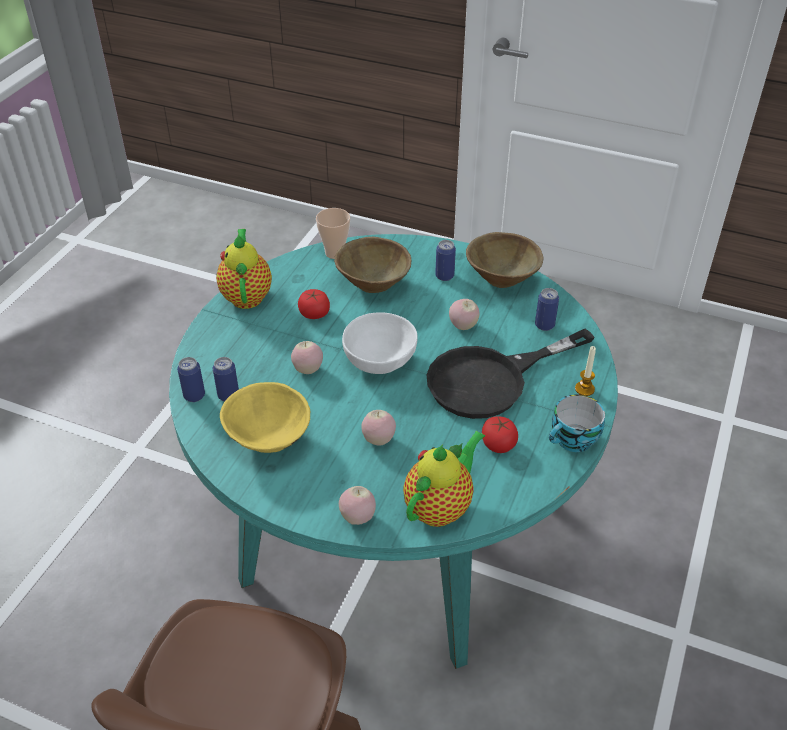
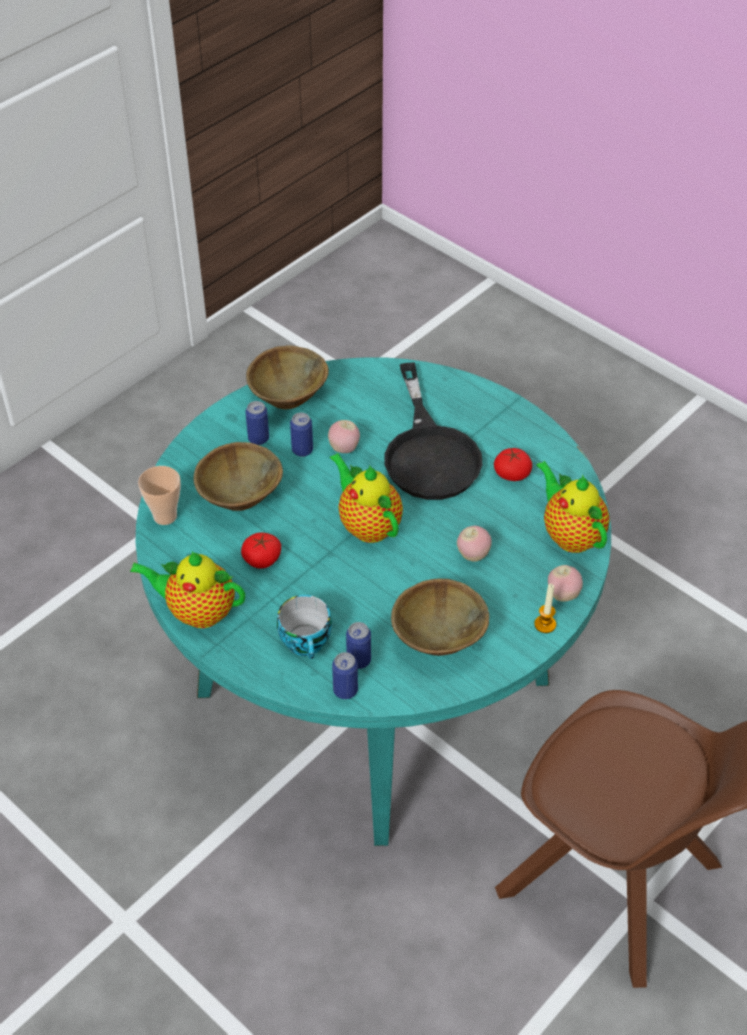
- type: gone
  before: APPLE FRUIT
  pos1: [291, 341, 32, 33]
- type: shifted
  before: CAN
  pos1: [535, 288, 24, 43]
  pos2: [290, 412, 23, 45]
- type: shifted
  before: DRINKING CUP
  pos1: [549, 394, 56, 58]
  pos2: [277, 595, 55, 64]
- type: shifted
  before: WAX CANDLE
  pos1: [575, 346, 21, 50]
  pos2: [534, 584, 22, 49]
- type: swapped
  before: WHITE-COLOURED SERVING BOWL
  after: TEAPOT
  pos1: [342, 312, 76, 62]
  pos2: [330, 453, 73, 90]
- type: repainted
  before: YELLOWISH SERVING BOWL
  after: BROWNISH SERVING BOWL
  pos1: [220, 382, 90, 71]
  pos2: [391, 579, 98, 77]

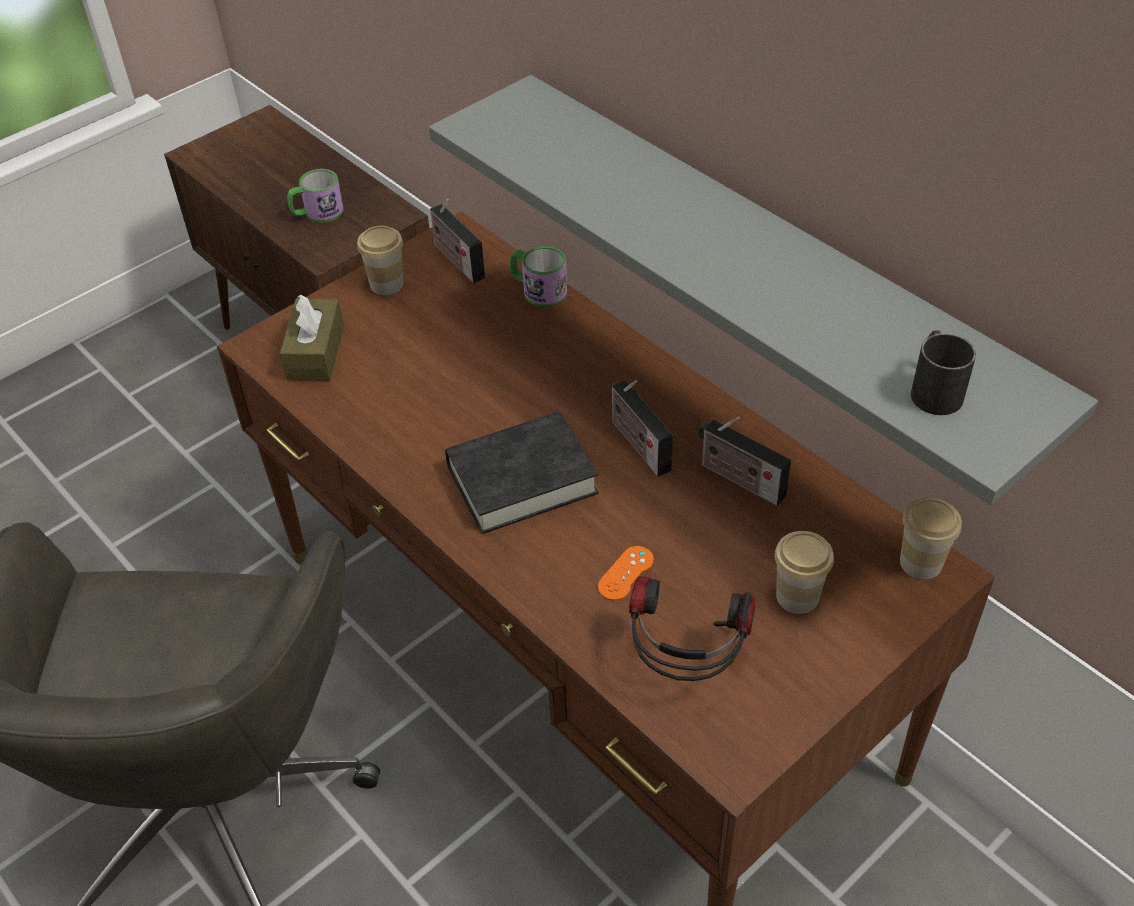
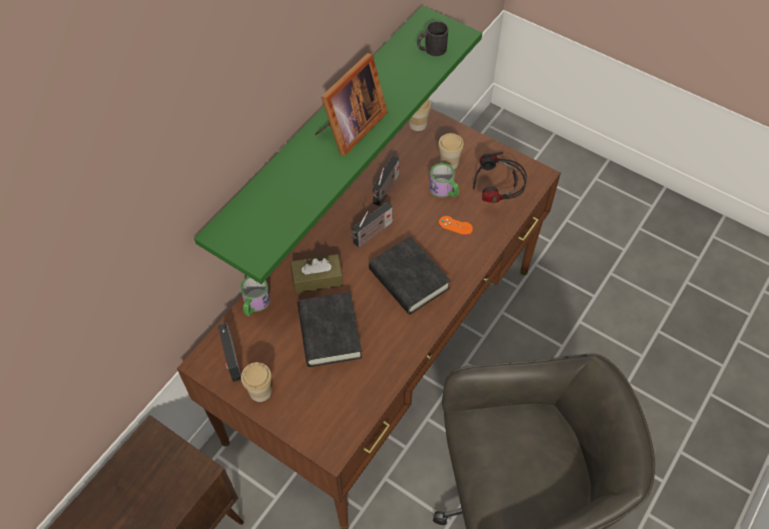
- type: new
  after: BLACK-COLOURED BOUND BOOK
  pos2: [297, 292, 65, 75]
- type: new
  after: PICTURE FRAME
  pos2: [315, 53, 73, 103]
- type: shifted
  before: BROWNISH BOX OF TISSUES
  pos1: [280, 294, 64, 87]
  pos2: [291, 254, 52, 40]
- type: shifted
  before: TEA MUG
  pos1: [287, 169, 57, 53]
  pos2: [429, 163, 30, 35]
- type: repainted
  before: GRAY BRACKET SHELF
  after: GREEN BRACKET SHELF
  pos1: [429, 75, 669, 430]
  pos2: [194, 6, 288, 278]
- type: rotated
  before: RADIO SET
  pos1: [430, 199, 55, 84]
  pos2: [218, 321, 23, 61]
  turn: 120

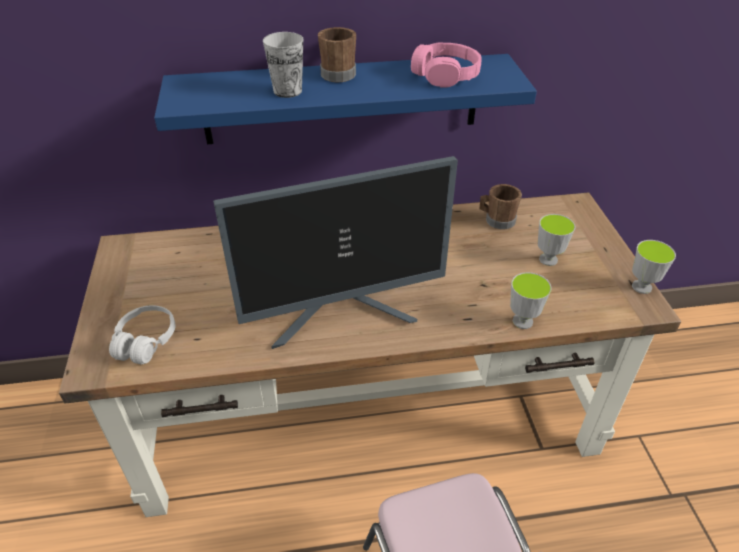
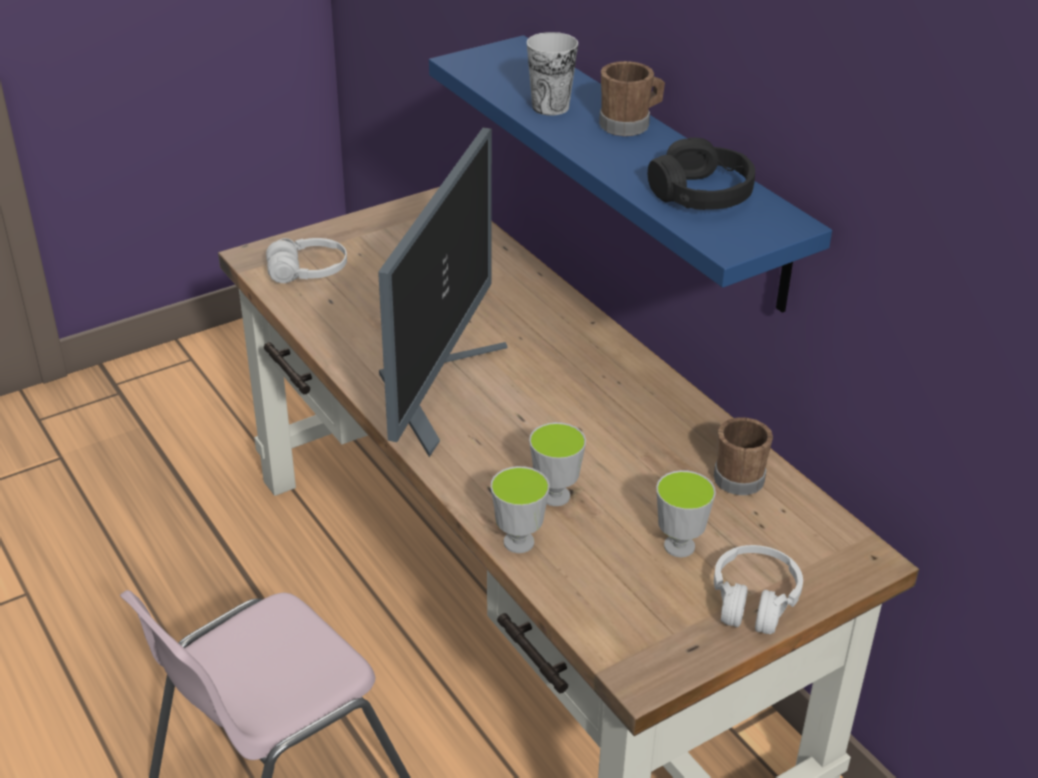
- type: new
  after: WHITE-COLOURED HEADPHONES
  pos2: [714, 545, 89, 89]
- type: shifted
  before: DRINKING CUP
  pos1: [632, 240, 44, 54]
  pos2: [529, 422, 57, 84]
- type: repainted
  before: PINKISH HEADPHONES
  after: BLACK-COLOURED HEADPHONES
  pos1: [411, 42, 71, 45]
  pos2: [648, 138, 107, 72]
- type: rotated
  before: COMPUTER DISPLAY
  pos1: [213, 156, 245, 193]
  pos2: [378, 127, 130, 330]
  turn: -120

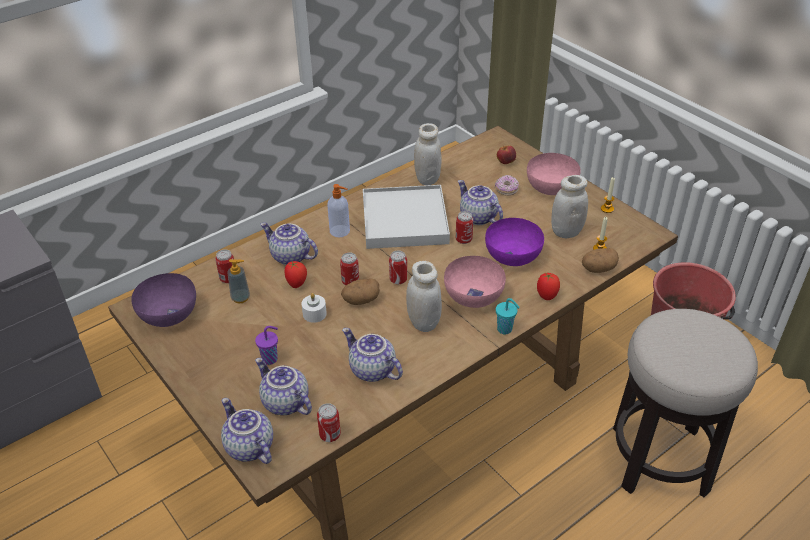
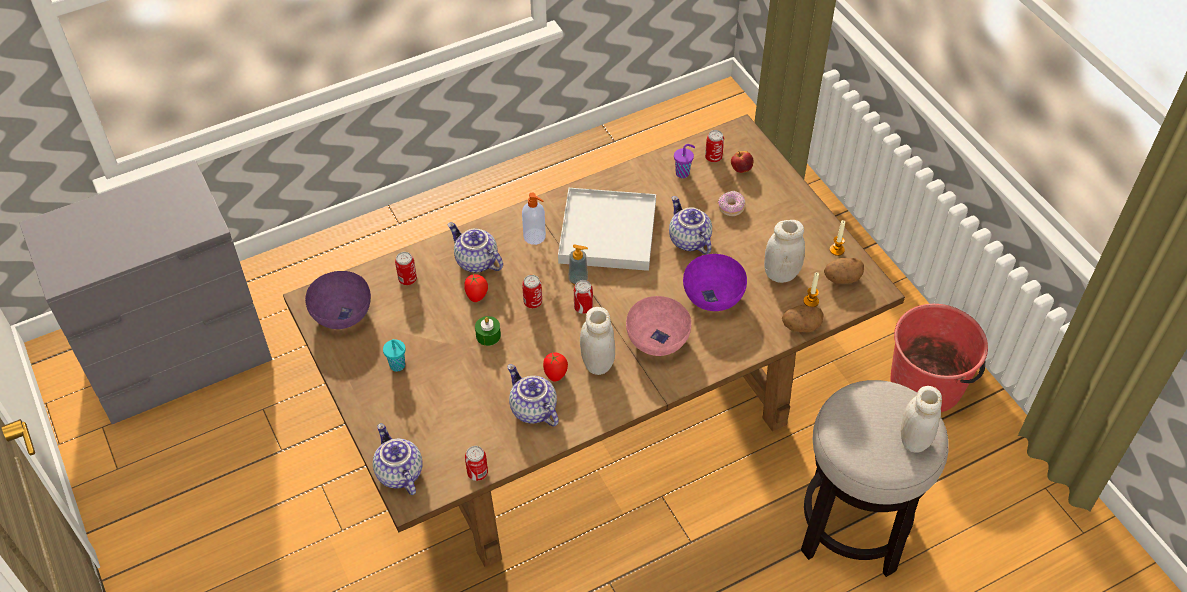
- type: gone
  before: TEAPOT
  pos1: [255, 358, 57, 57]
- type: gone
  before: PINKISH SERVING BOWL
  pos1: [527, 153, 53, 42]
- type: shifted
  before: SOAP BOTTLE
  pos1: [227, 259, 23, 44]
  pos2: [568, 244, 20, 41]
- type: shifted
  before: PURPLE DRINKING CUP
  pos1: [255, 326, 23, 39]
  pos2: [674, 144, 21, 34]
- type: shifted
  before: POTATO
  pos1: [341, 278, 39, 27]
  pos2: [824, 258, 40, 26]
- type: shifted
  before: WHITE-COLOURED JAR
  pos1: [414, 123, 27, 62]
  pos2: [901, 386, 41, 67]
- type: shifted
  before: CAN
  pos1: [456, 211, 17, 33]
  pos2: [705, 130, 19, 32]
- type: shifted
  before: TURQUOISE-COLOURED DRINKING CUP
  pos1: [496, 298, 24, 36]
  pos2: [383, 339, 23, 33]
- type: shifted
  before: TOMATO
  pos1: [537, 273, 23, 27]
  pos2: [543, 353, 25, 29]
- type: repainted
  before: WHITE-COLOURED WAX CANDLE
  after: GREEN WAX CANDLE
  pos1: [301, 293, 26, 30]
  pos2: [475, 316, 26, 30]

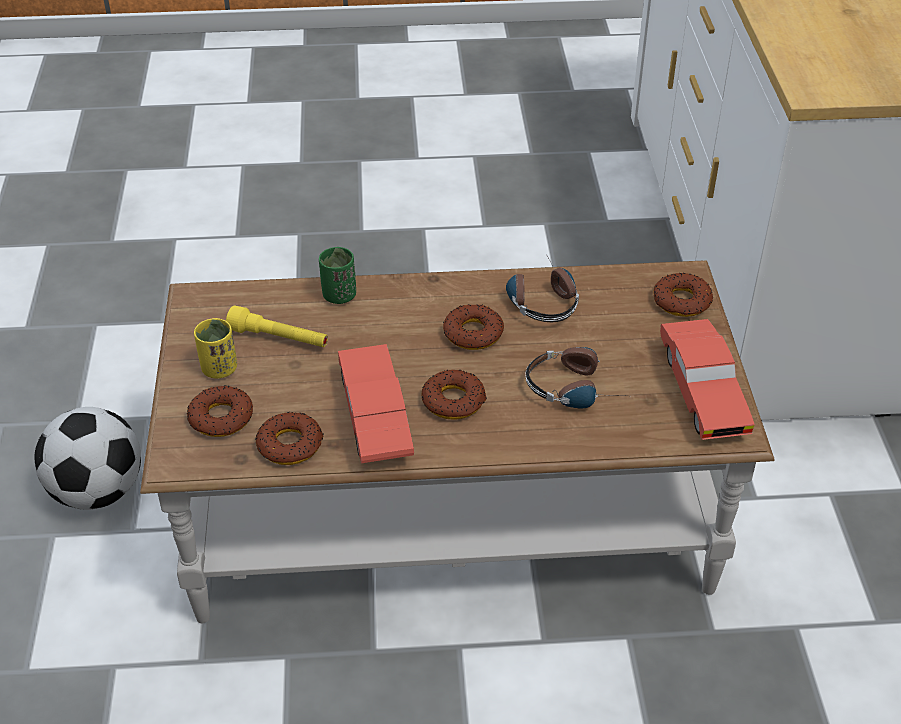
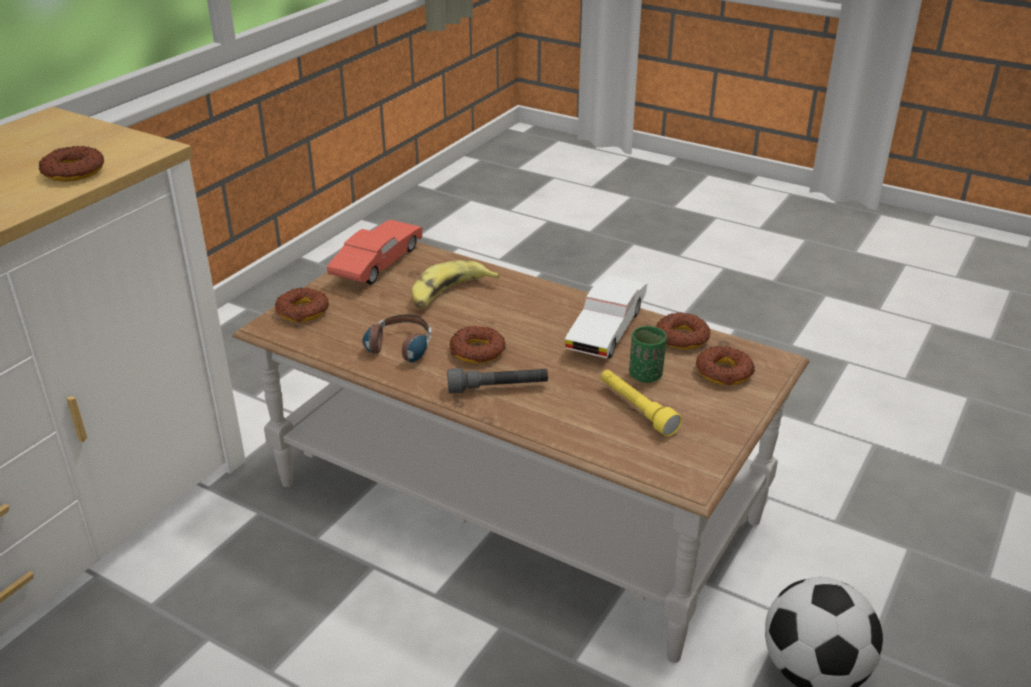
- type: gone
  before: YELLOWISH DRINKING CUP
  pos1: [194, 318, 43, 60]
- type: new
  after: GRAY TORCH
  pos2: [447, 368, 101, 25]
- type: shifted
  before: GREEN DRINKING CUP
  pos1: [319, 247, 37, 57]
  pos2: [629, 326, 38, 57]
- type: shifted
  before: RING DOUGHNUT
  pos1: [422, 370, 65, 50]
  pos2: [39, 146, 65, 36]
- type: swapped
  before: HEADPHONES
  after: BANANA FRUIT
  pos1: [525, 347, 99, 61]
  pos2: [412, 260, 88, 49]
- type: repainted
  before: REDDISH TOY CAR
  after: WHITE-COLOURED TOY CAR
  pos1: [338, 344, 76, 119]
  pos2: [565, 275, 82, 83]

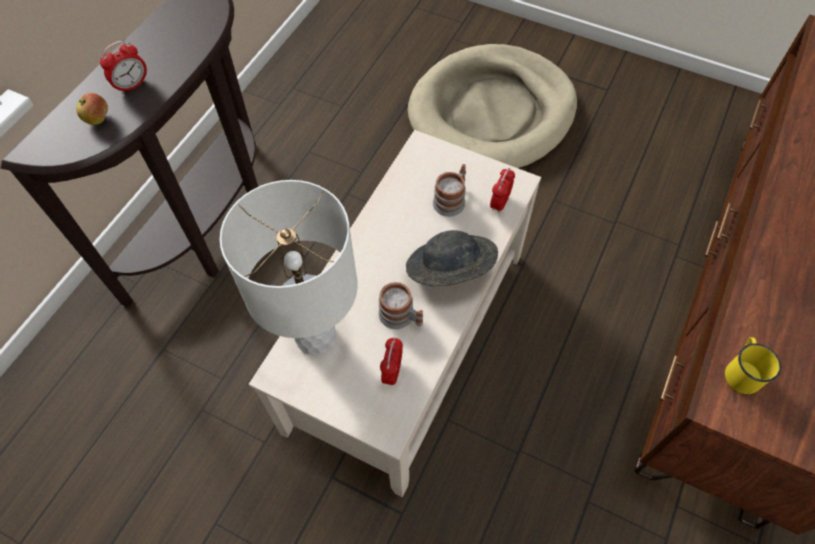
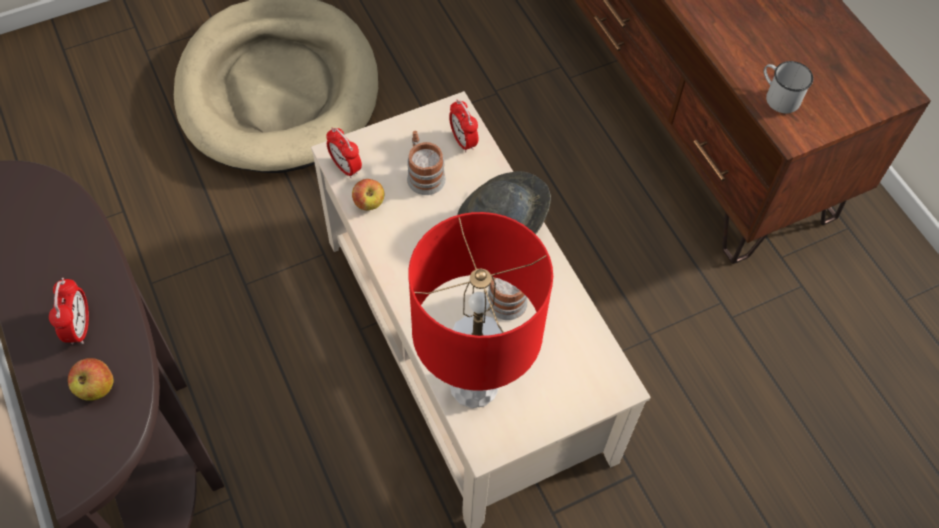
- type: new
  after: APPLE FRUIT
  pos2: [352, 179, 32, 31]
- type: shifted
  before: BEDSIDE CLOCK
  pos1: [380, 338, 23, 47]
  pos2: [326, 128, 36, 50]
- type: repainted
  before: WHITE-COLOURED TABLETOP LAMP
  after: REDDISH TABLETOP LAMP
  pos1: [220, 180, 138, 176]
  pos2: [408, 212, 145, 196]
- type: repainted
  before: YELLOWISH TEA MUG
  after: WHITE-COLOURED TEA MUG
  pos1: [725, 337, 56, 57]
  pos2: [764, 61, 49, 52]

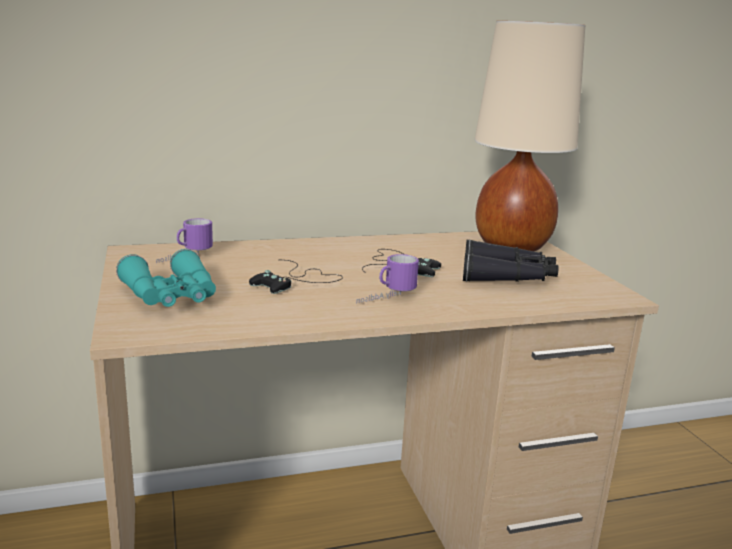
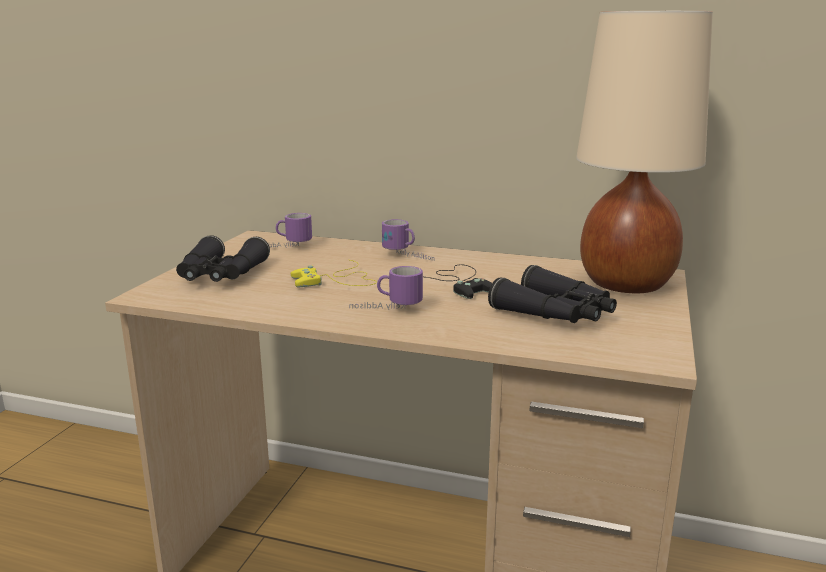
- type: new
  after: TEA MUG
  pos2: [382, 219, 53, 41]
- type: repainted
  before: TURQUOISE-COLOURED BINOCULARS
  after: BLACK-COLOURED BINOCULARS
  pos1: [116, 249, 100, 58]
  pos2: [176, 235, 94, 47]
- type: repainted
  before: BLACK-COLOURED GAME CONTROLLER
  after: YELLOWISH GAME CONTROLLER
  pos1: [249, 260, 94, 34]
  pos2: [291, 260, 86, 27]

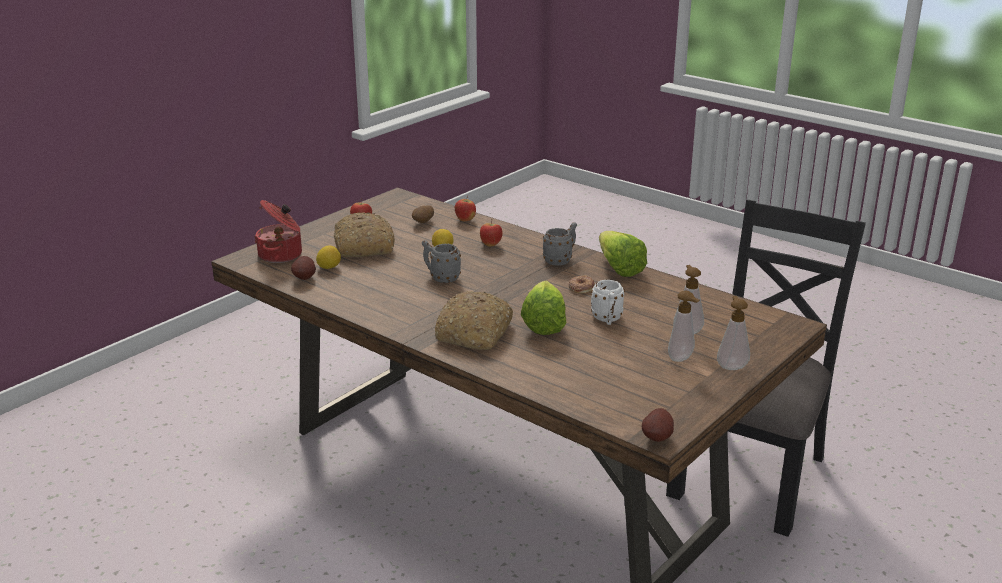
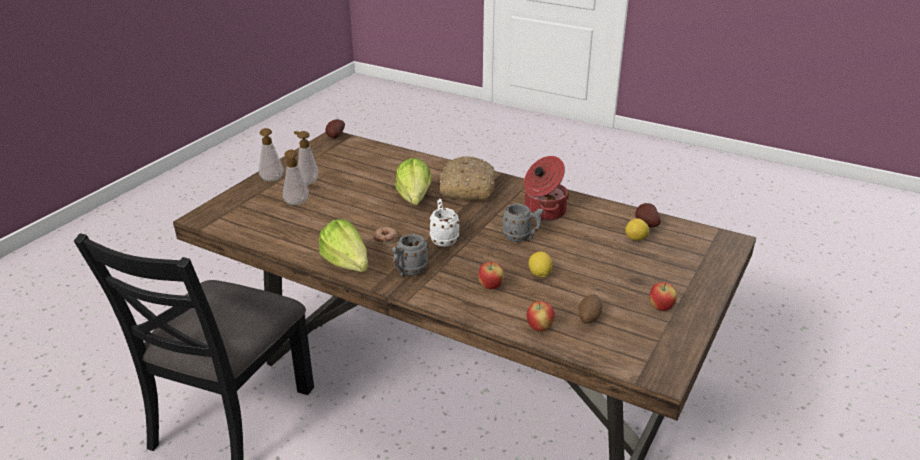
- type: gone
  before: BAKED BREAD
  pos1: [334, 212, 61, 45]
- type: shifted
  before: COOKING POT
  pos1: [254, 200, 48, 63]
  pos2: [524, 156, 45, 65]
- type: shifted
  before: WHITE-COLOURED TEA MUG
  pos1: [591, 280, 34, 45]
  pos2: [429, 199, 31, 48]

